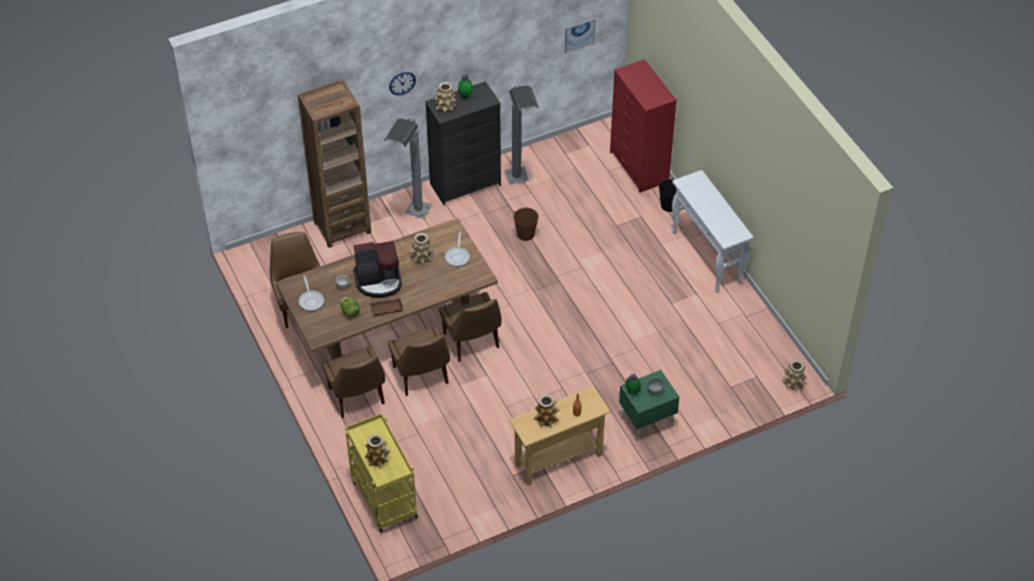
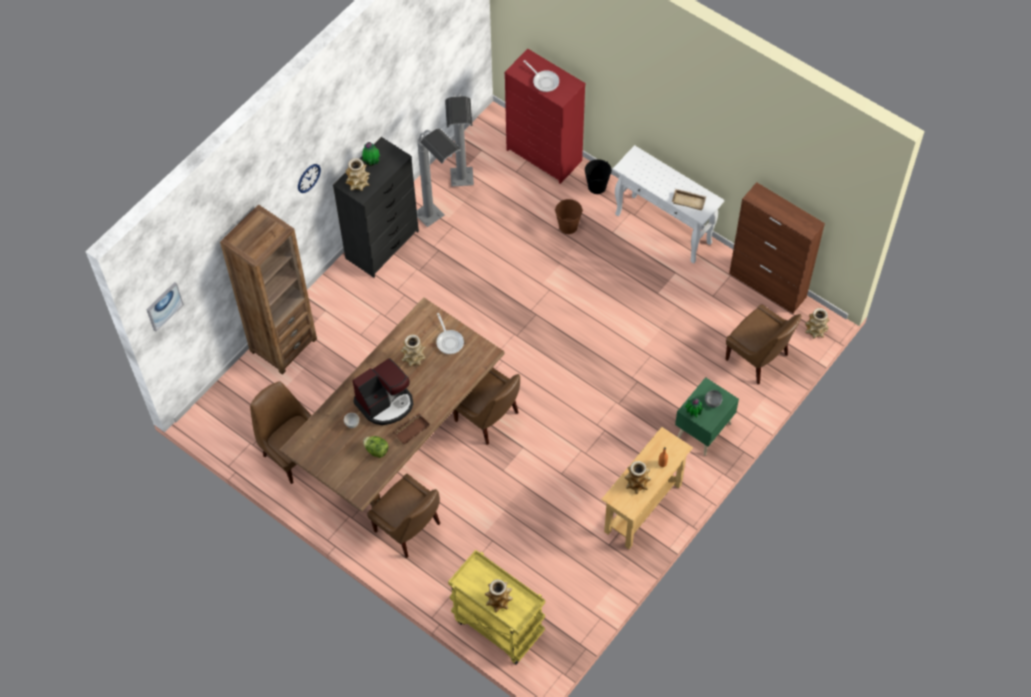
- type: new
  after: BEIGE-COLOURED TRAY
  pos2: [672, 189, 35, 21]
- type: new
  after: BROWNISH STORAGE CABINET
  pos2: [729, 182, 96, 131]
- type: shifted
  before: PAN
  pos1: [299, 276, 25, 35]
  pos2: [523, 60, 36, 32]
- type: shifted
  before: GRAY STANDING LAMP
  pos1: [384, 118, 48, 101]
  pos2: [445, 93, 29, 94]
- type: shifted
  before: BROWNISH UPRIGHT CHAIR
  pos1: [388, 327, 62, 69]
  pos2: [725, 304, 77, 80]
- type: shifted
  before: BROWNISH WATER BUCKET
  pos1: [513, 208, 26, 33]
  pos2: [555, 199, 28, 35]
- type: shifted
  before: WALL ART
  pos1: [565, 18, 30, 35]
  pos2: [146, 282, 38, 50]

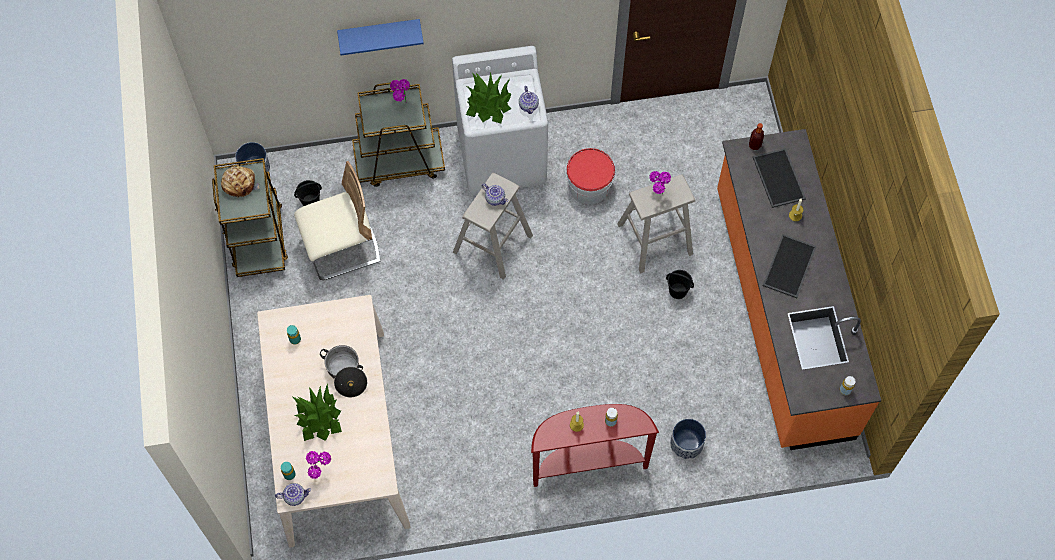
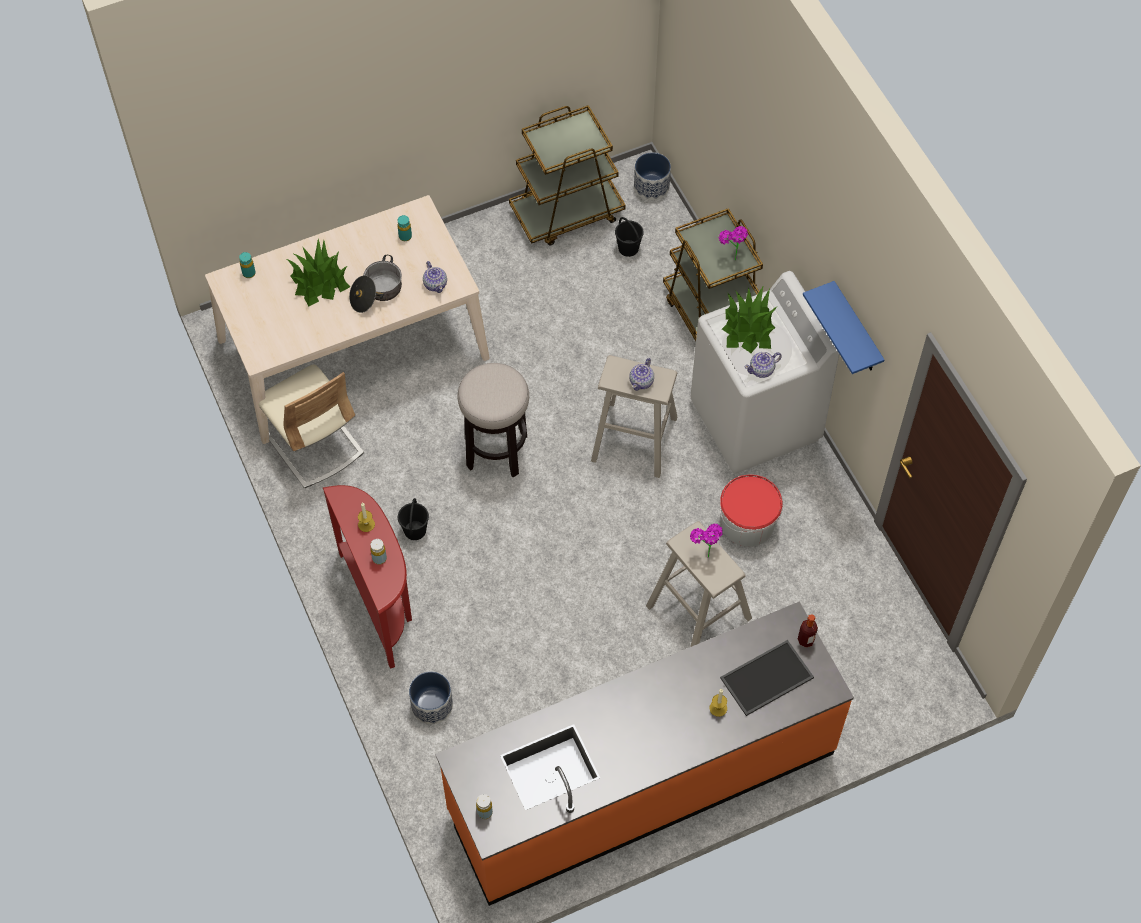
- type: gone
  before: BAKED BREAD
  pos1: [221, 166, 38, 32]
- type: gone
  before: HOUSEPLANT
  pos1: [306, 451, 25, 28]
- type: gone
  before: TRAY
  pos1: [763, 234, 54, 64]
- type: new
  after: STOOL
  pos2: [457, 363, 72, 114]
- type: shifted
  before: TEAPOT
  pos1: [275, 483, 36, 23]
  pos2: [423, 261, 24, 32]
- type: shifted
  before: BEIGE-COLOURED UPRIGHT CHAIR
  pos1: [294, 161, 87, 119]
  pos2: [259, 365, 105, 123]
- type: shifted
  before: BLUE-COLOURED BRACKET SHELF
  pos1: [337, 19, 87, 37]
  pos2: [803, 281, 82, 93]
- type: shifted
  before: BLACK-COLOURED WATER BUCKET
  pos1: [666, 270, 28, 29]
  pos2: [398, 498, 31, 42]

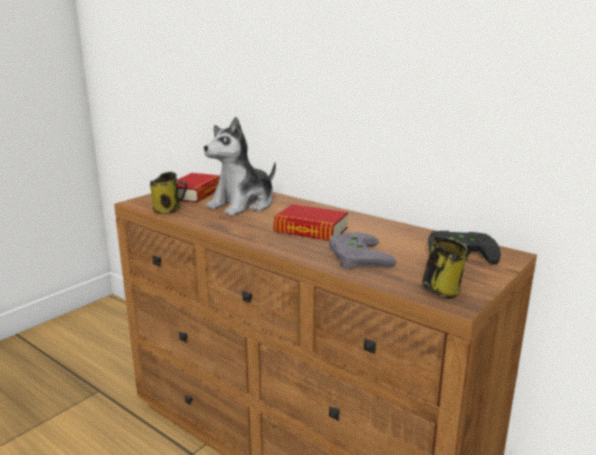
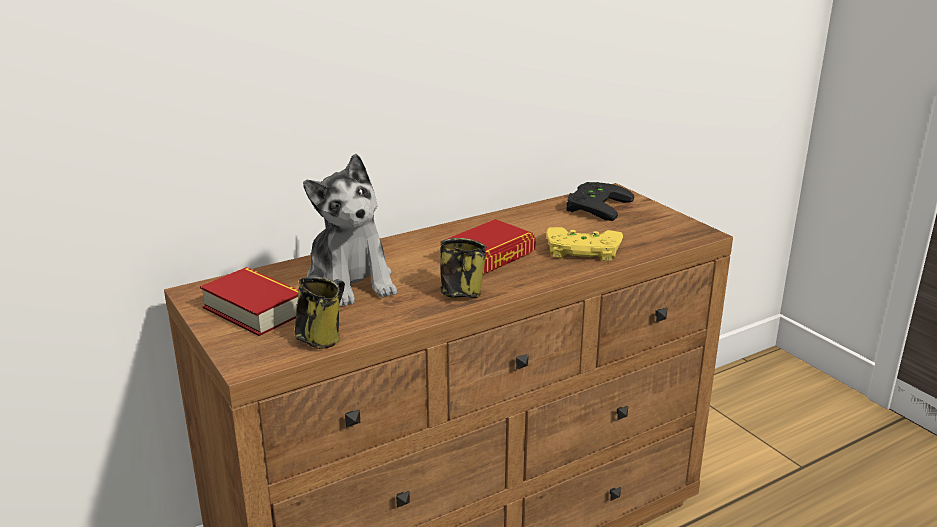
- type: shifted
  before: TEA MUG
  pos1: [422, 236, 50, 62]
  pos2: [440, 238, 47, 60]
- type: repainted
  before: GRAY GAME CONTROLLER
  after: YELLOWISH GAME CONTROLLER
  pos1: [330, 232, 66, 37]
  pos2: [546, 227, 77, 34]

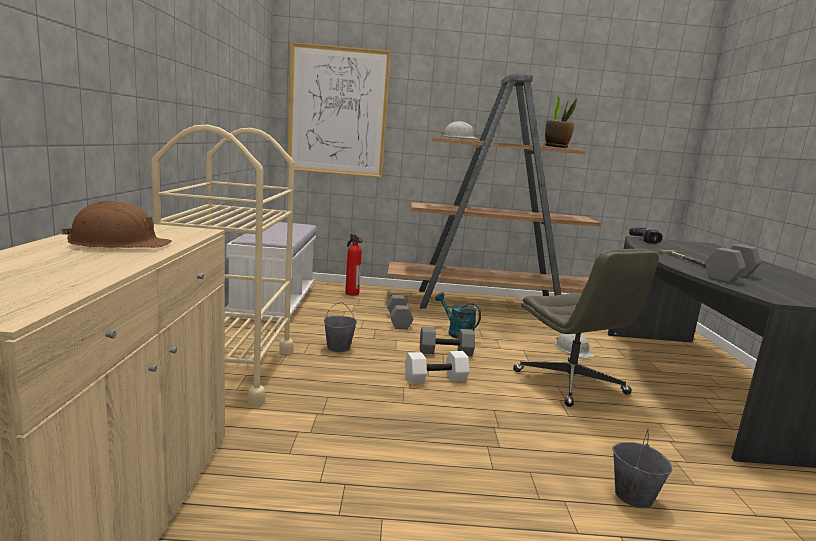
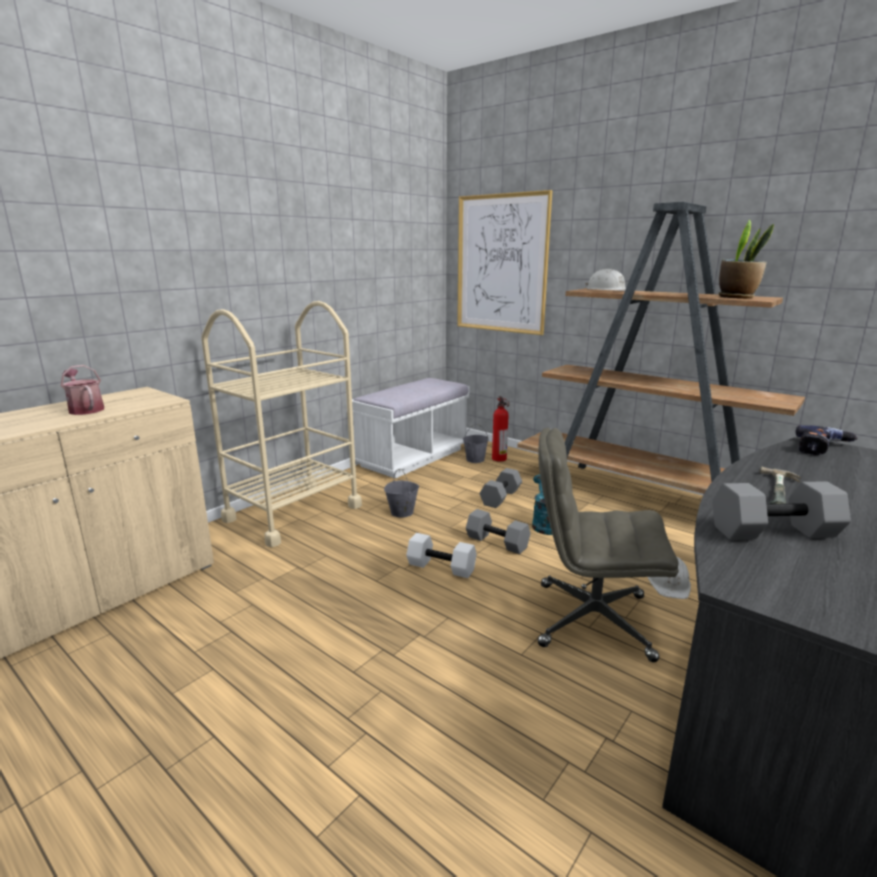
- type: shifted
  before: GRAY WATER BUCKET
  pos1: [612, 429, 60, 79]
  pos2: [463, 424, 26, 39]
- type: swapped
  before: BROWNISH HARD HAT
  after: WATERING CAN
  pos1: [61, 201, 111, 47]
  pos2: [61, 365, 43, 50]
- type: rotated
  before: GRAY DESK CHAIR
  pos1: [513, 249, 146, 158]
  pos2: [538, 428, 141, 234]
  turn: 90

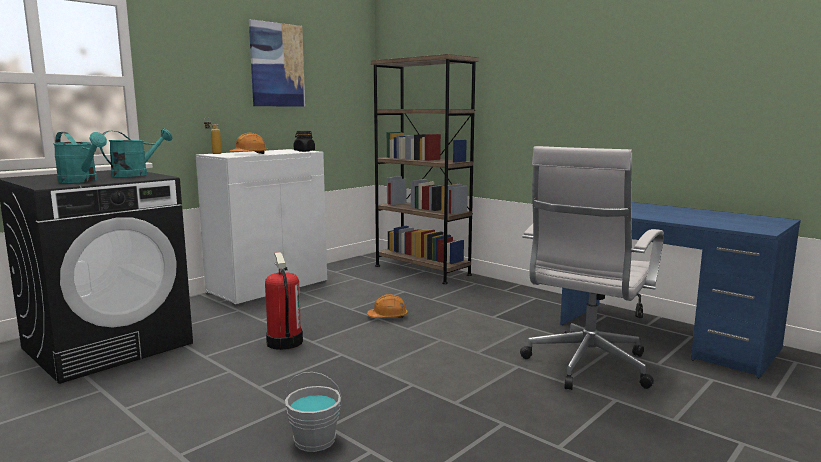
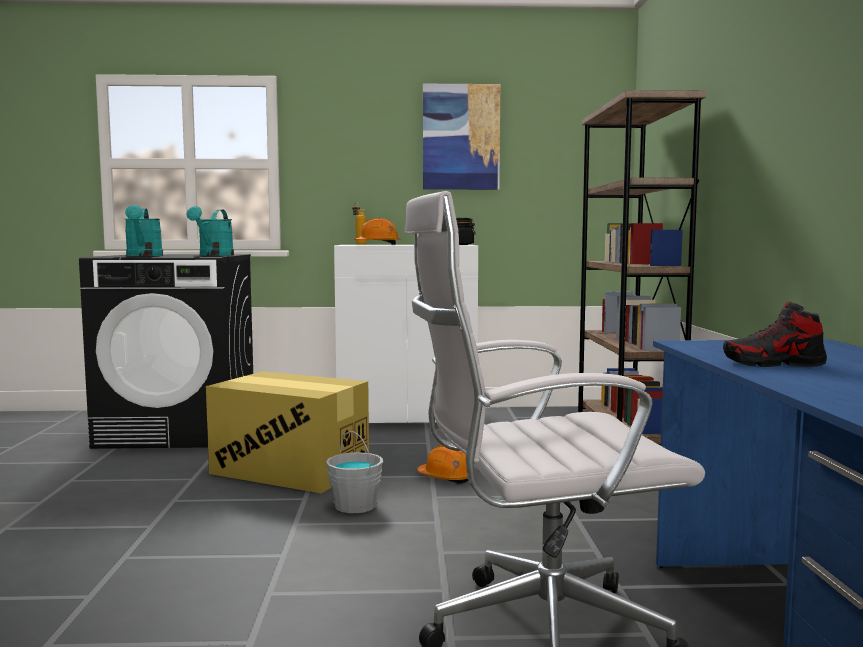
- type: new
  after: LOW SHOE
  pos2: [723, 301, 104, 66]
- type: shifted
  before: GRAY WATER BUCKET
  pos1: [285, 372, 57, 80]
  pos2: [326, 431, 57, 82]
- type: swapped
  before: EXTINGUISHER
  after: CARTON
  pos1: [265, 252, 38, 98]
  pos2: [206, 371, 163, 122]
- type: rotated
  before: TURQUOISE-COLOURED WATERING CAN
  pos1: [100, 128, 72, 49]
  pos2: [187, 206, 47, 50]
  turn: 105

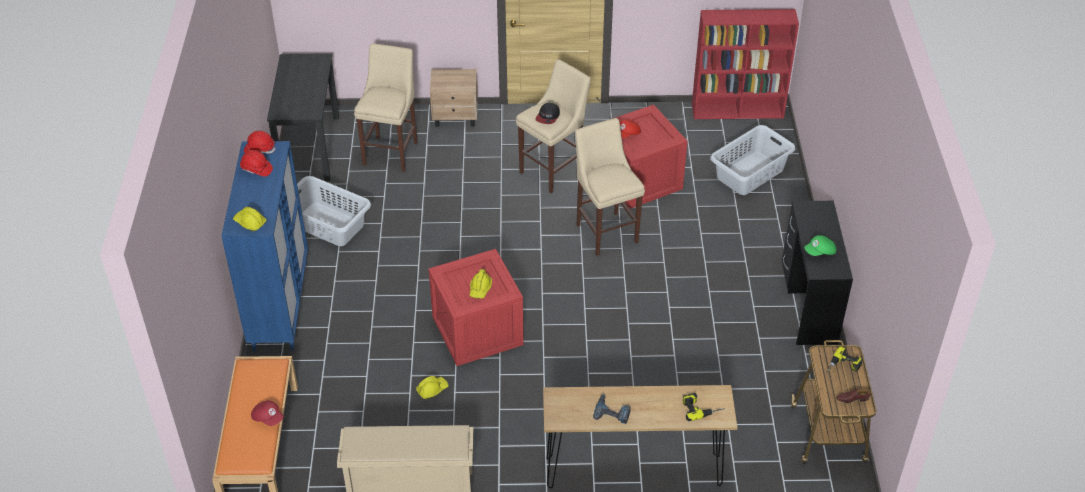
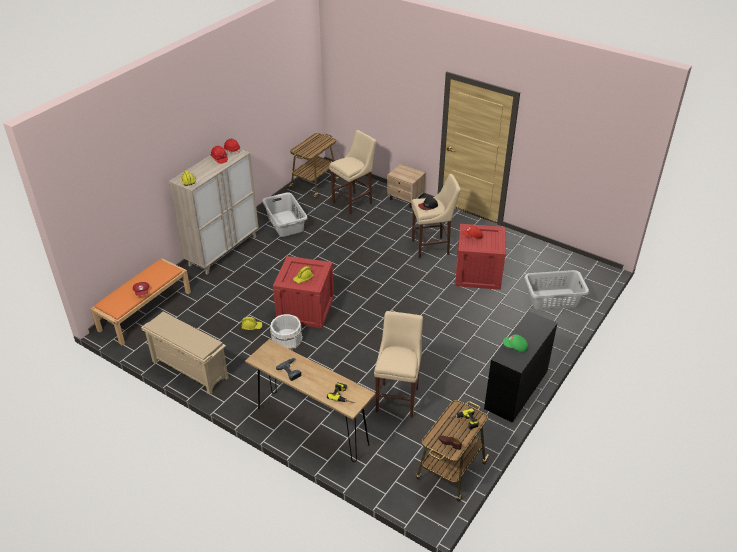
- type: gone
  before: REDDISH SHELVING UNIT
  pos1: [692, 9, 107, 110]
- type: new
  after: WHITE-COLOURED WATER BUCKET
  pos2: [270, 314, 33, 36]
- type: shifted
  before: BEIGE-COLOURED STOOL
  pos1: [575, 118, 70, 138]
  pos2: [374, 311, 49, 107]
- type: swapped
  before: BLACK-COLOURED DESK UNIT
  after: TROLLEY
  pos1: [267, 54, 72, 127]
  pos2: [288, 133, 51, 65]
- type: repainted
  before: BLUE-COLOURED STORAGE CABINET
  after: BEIGE-COLOURED STORAGE CABINET
  pos1: [221, 141, 87, 210]
  pos2: [169, 147, 90, 128]

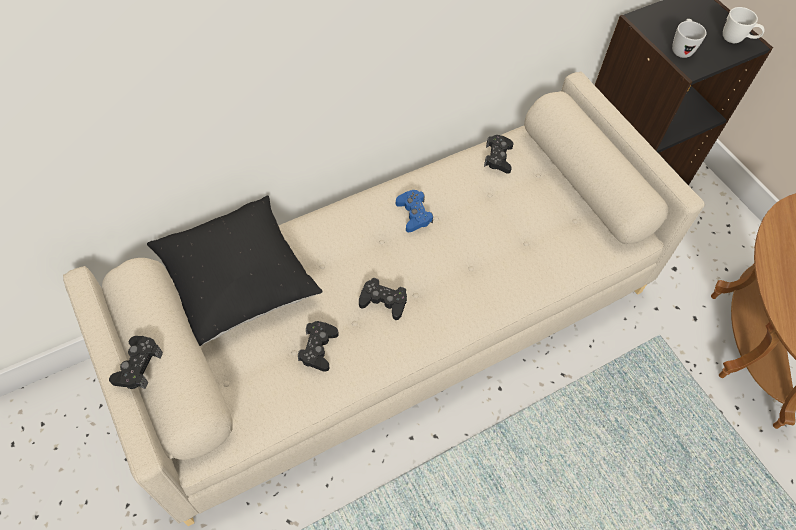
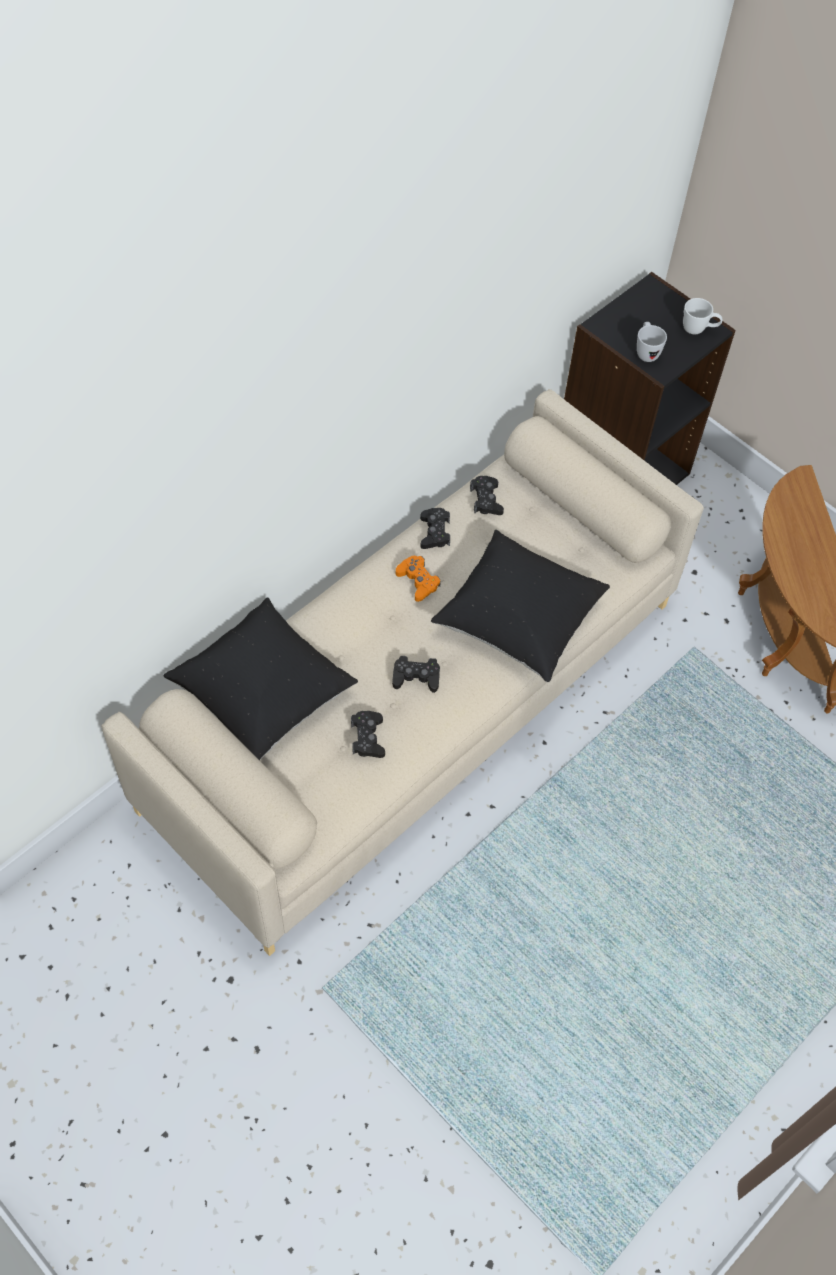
- type: new
  after: BLACK-COLOURED THROW PILLOW
  pos2: [431, 530, 179, 152]
- type: shifted
  before: BLACK-COLOURED GAME CONTROLLER
  pos1: [109, 336, 54, 53]
  pos2: [420, 508, 30, 41]
- type: repainted
  before: BLUE-COLOURED GAME CONTROLLER
  after: ORANGE GAME CONTROLLER
  pos1: [396, 190, 37, 42]
  pos2: [396, 556, 45, 46]

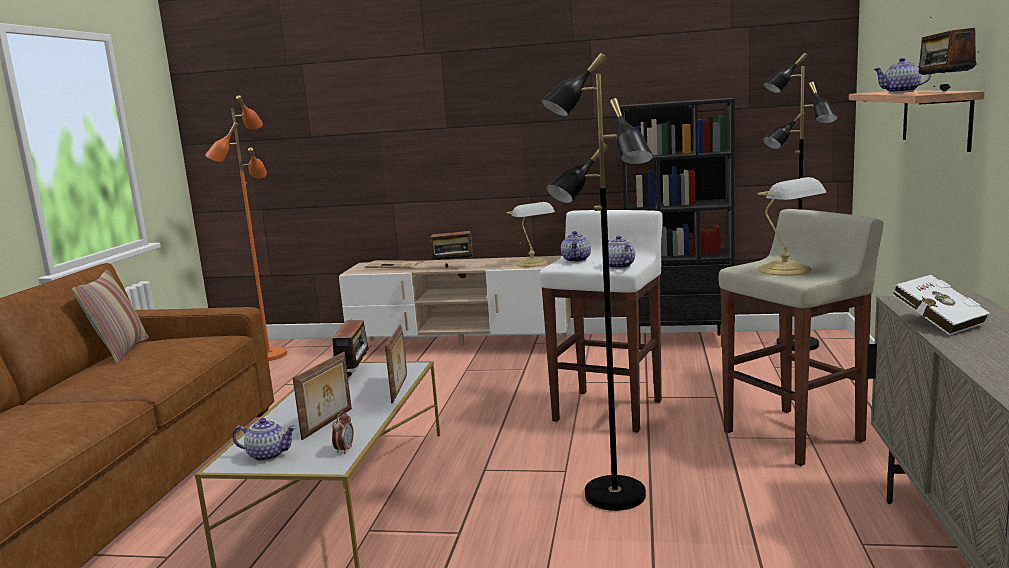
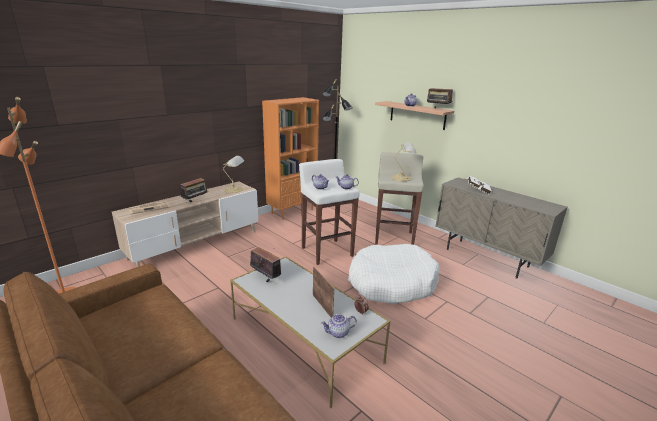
- type: gone
  before: THROW PILLOW
  pos1: [72, 270, 77, 93]
- type: gone
  before: PICTURE FRAME
  pos1: [385, 325, 22, 78]
- type: swapped
  before: BLACK-COLOURED STANDING LAMP
  after: WHITE-COLOURED DOG BED
  pos1: [541, 53, 112, 458]
  pos2: [348, 244, 92, 60]
- type: repainted
  before: BLACK-COLOURED SHELVING UNIT
  after: ORANGE SHELVING UNIT
  pos1: [620, 98, 115, 249]
  pos2: [262, 97, 57, 123]
- type: rotated
  before: TEAPOT
  pos1: [232, 418, 64, 43]
  pos2: [321, 314, 36, 24]
  turn: -150

